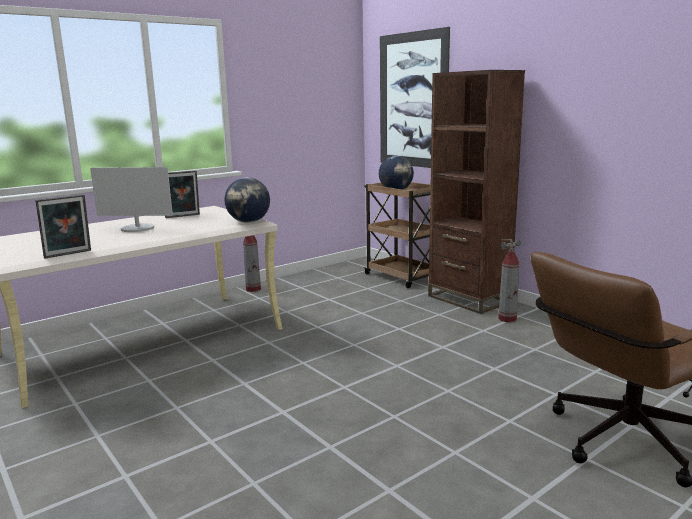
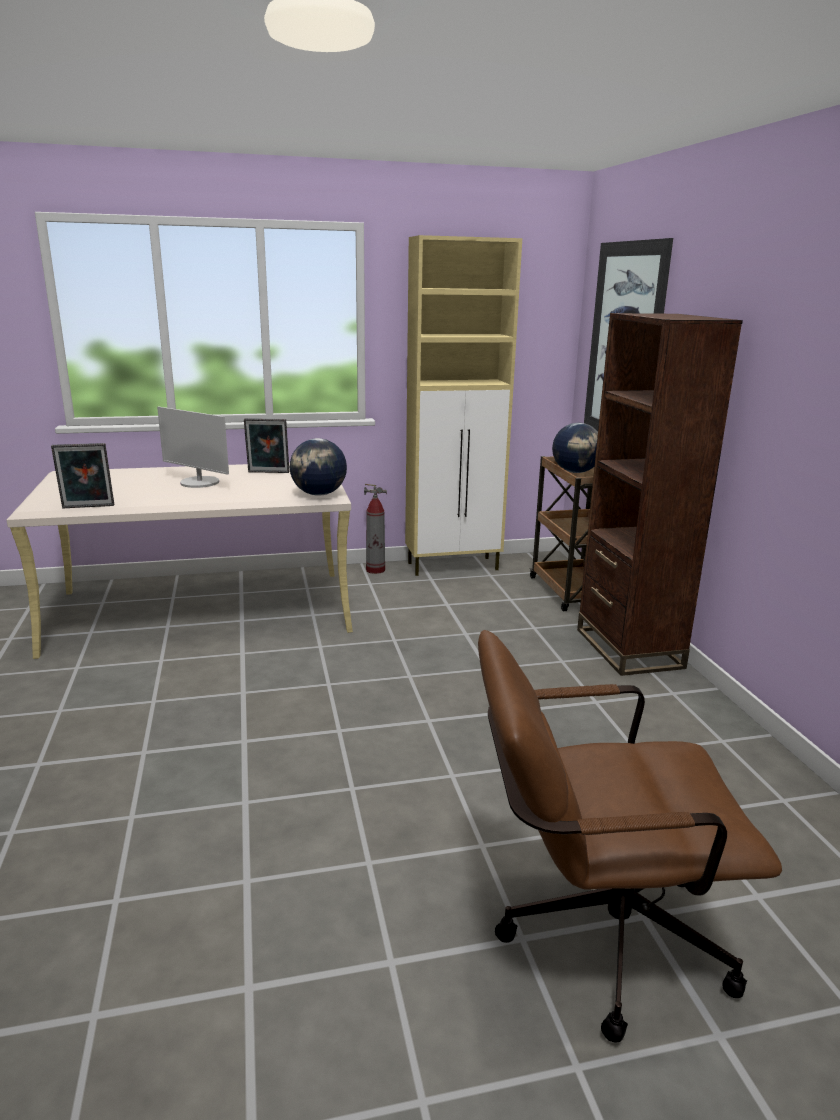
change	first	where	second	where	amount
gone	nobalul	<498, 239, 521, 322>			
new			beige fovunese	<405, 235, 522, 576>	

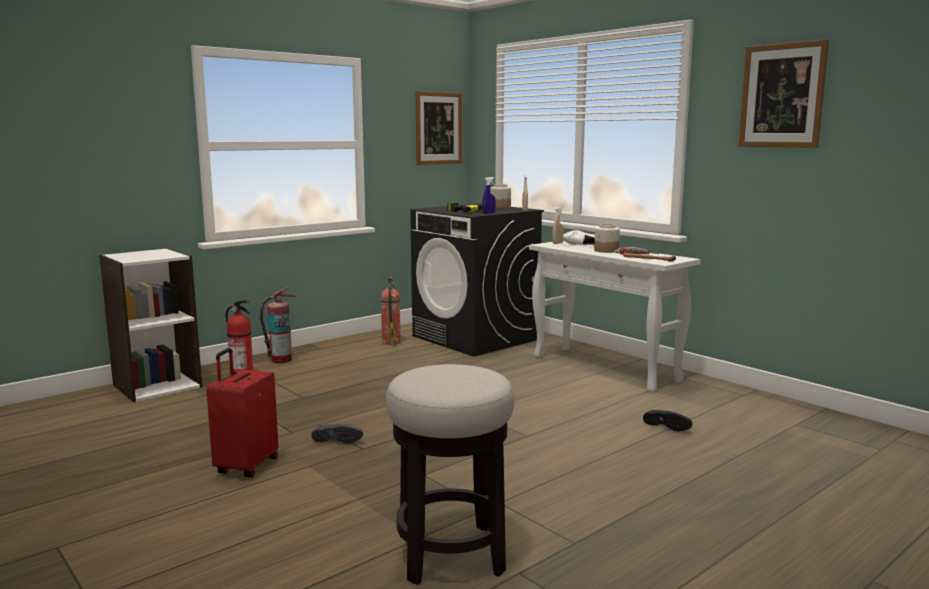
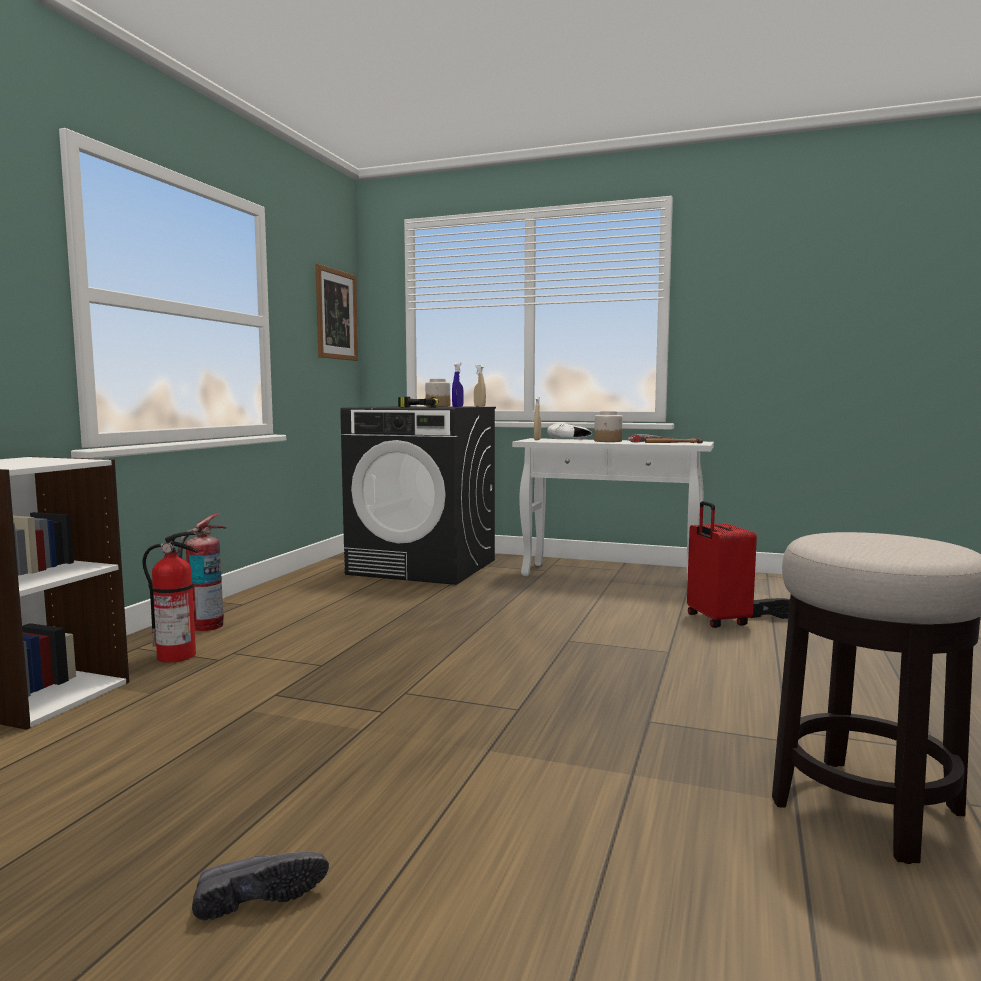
change	first	where	second	where	amount
gone	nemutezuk	<738, 39, 829, 148>			
gone	nobalul	<381, 273, 401, 345>			
shifted	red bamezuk	<206, 348, 278, 478>		<687, 501, 757, 628>	
shifted	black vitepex	<311, 424, 363, 444>		<192, 852, 329, 920>	

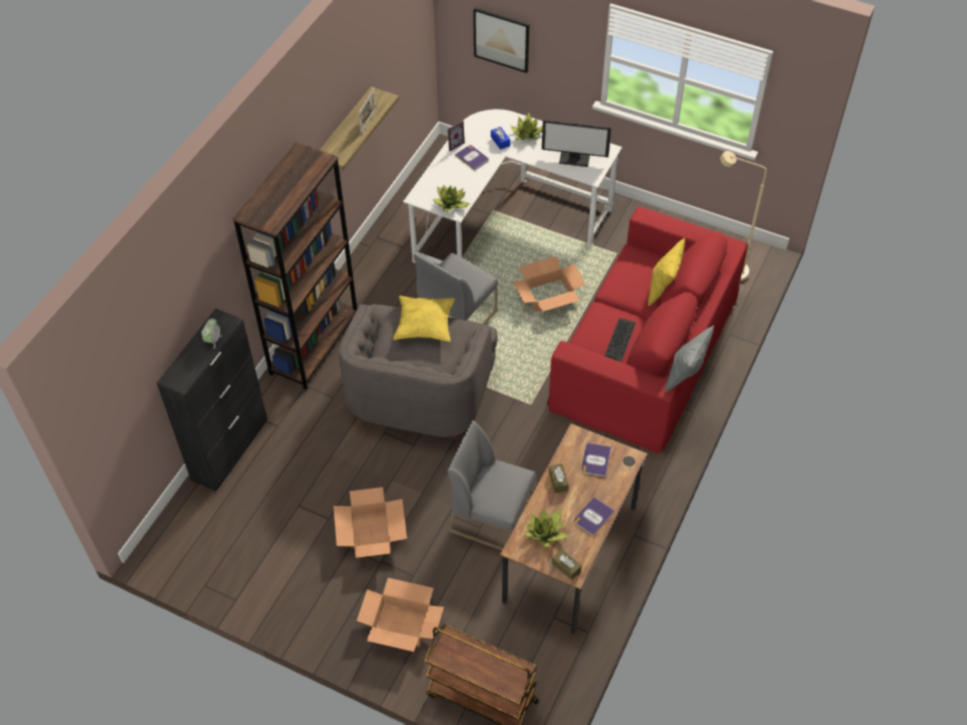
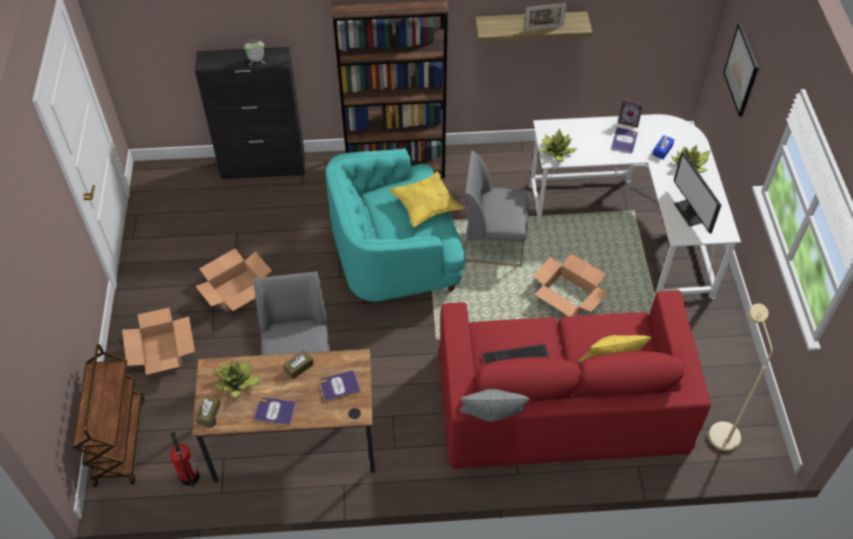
change	first	where	second	where	amount
repainted	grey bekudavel	<339, 304, 498, 440>	turquoise bekudavel	<326, 148, 465, 303>	
new			nobalul	<170, 432, 200, 487>	

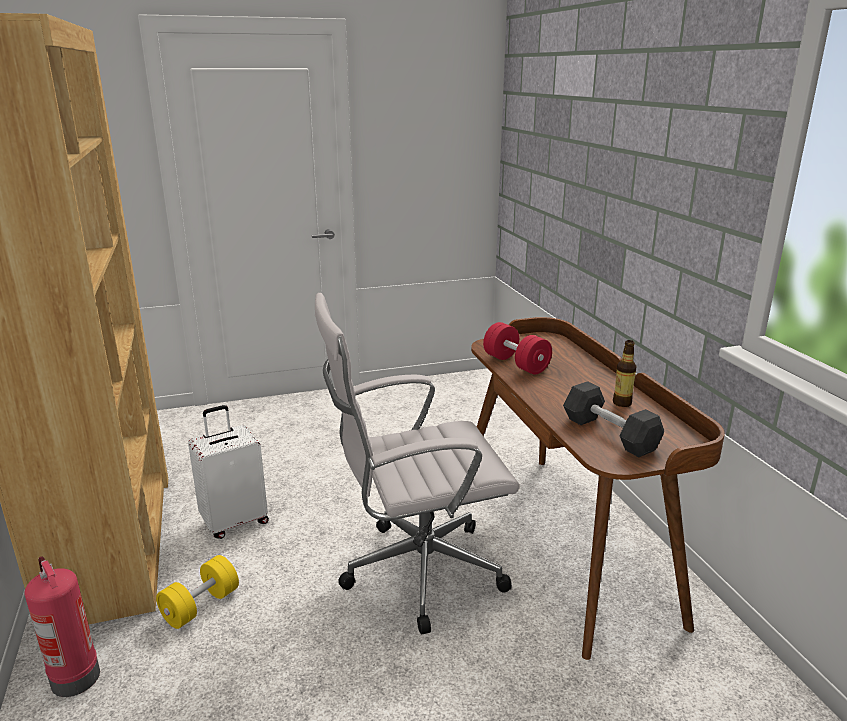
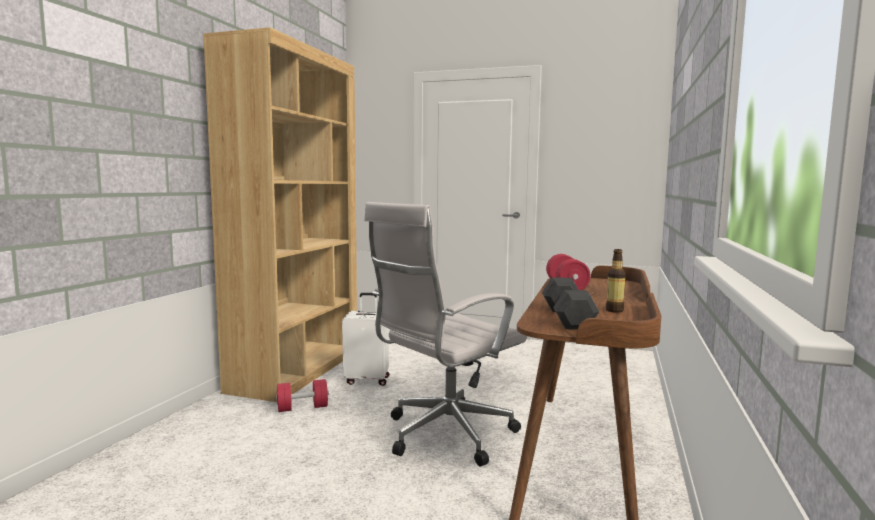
change	first	where	second	where	amount
rotated	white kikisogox	<315, 293, 520, 634>		<364, 202, 527, 466>	60 degrees counterclockwise
repainted	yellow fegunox	<156, 555, 239, 629>	red fegunox	<276, 379, 329, 412>	
gone	nobalul	<25, 556, 100, 697>			

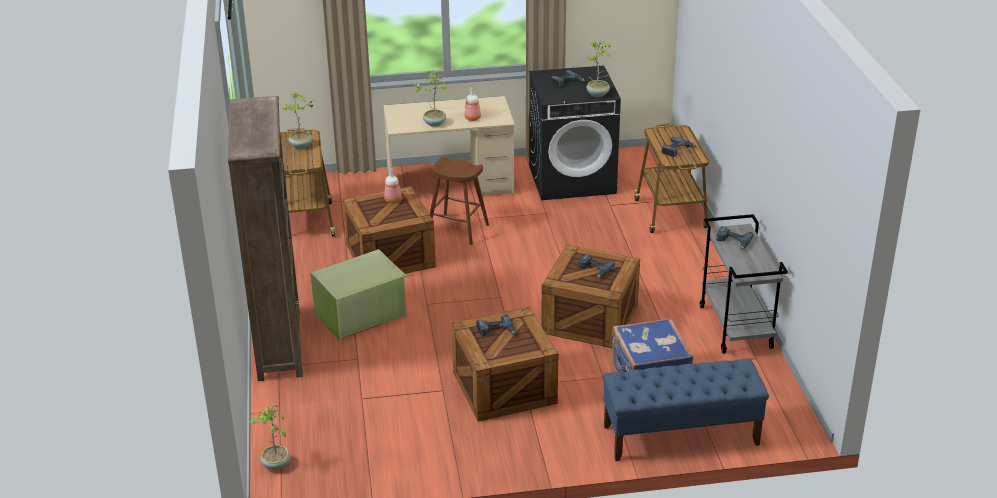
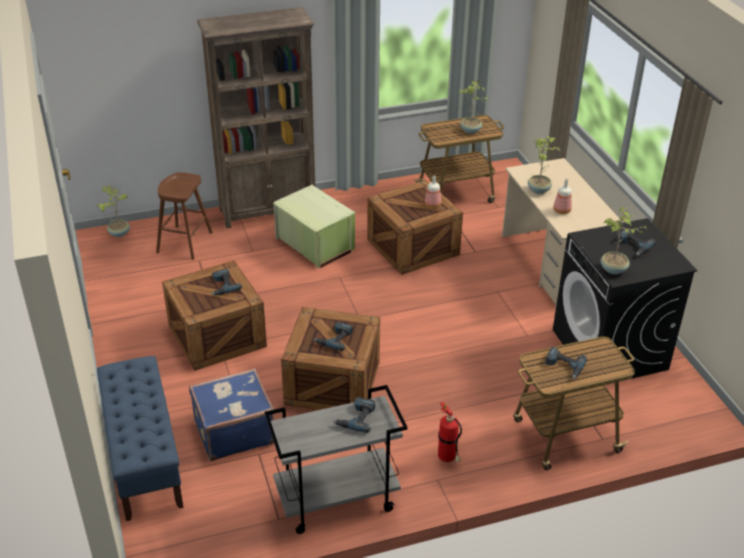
change	first	where	second	where	amount
shifted	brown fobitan	<430, 157, 489, 245>		<156, 172, 213, 260>	
new			nobalul	<438, 402, 462, 462>	

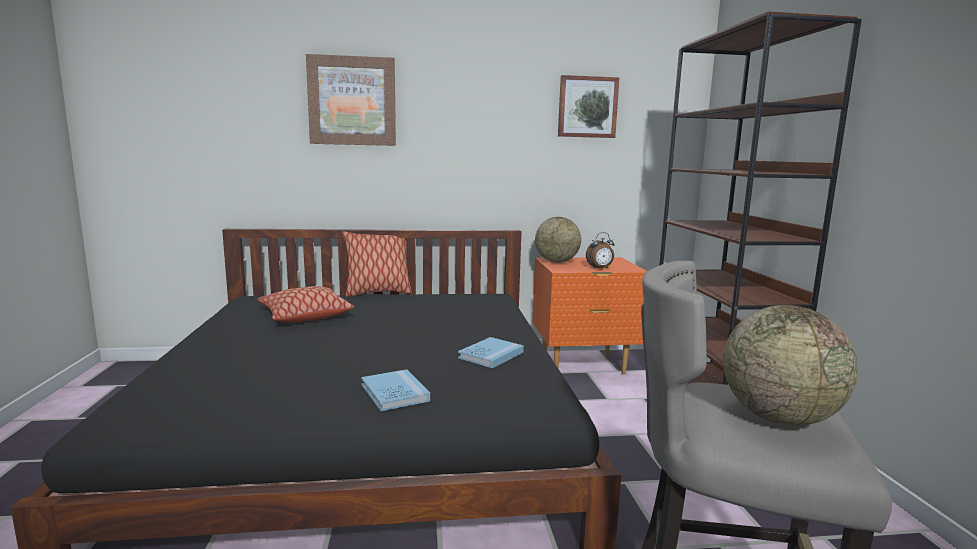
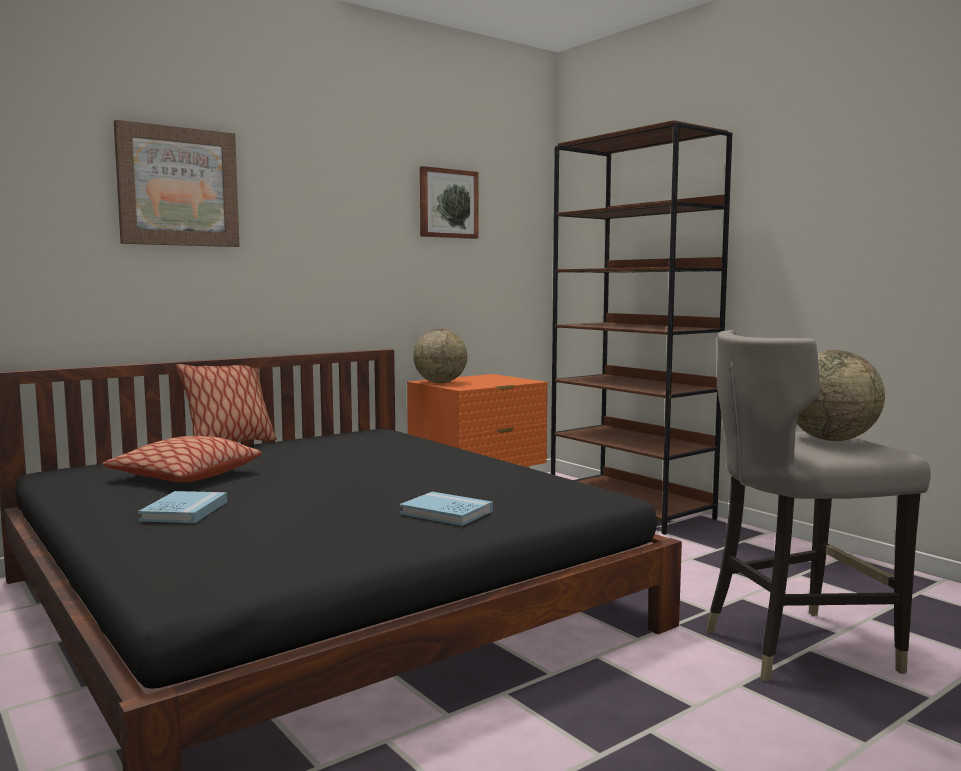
change	first	where	second	where	amount
gone	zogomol	<586, 232, 615, 269>			
shifted	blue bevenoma	<458, 337, 524, 368>		<138, 491, 227, 523>	

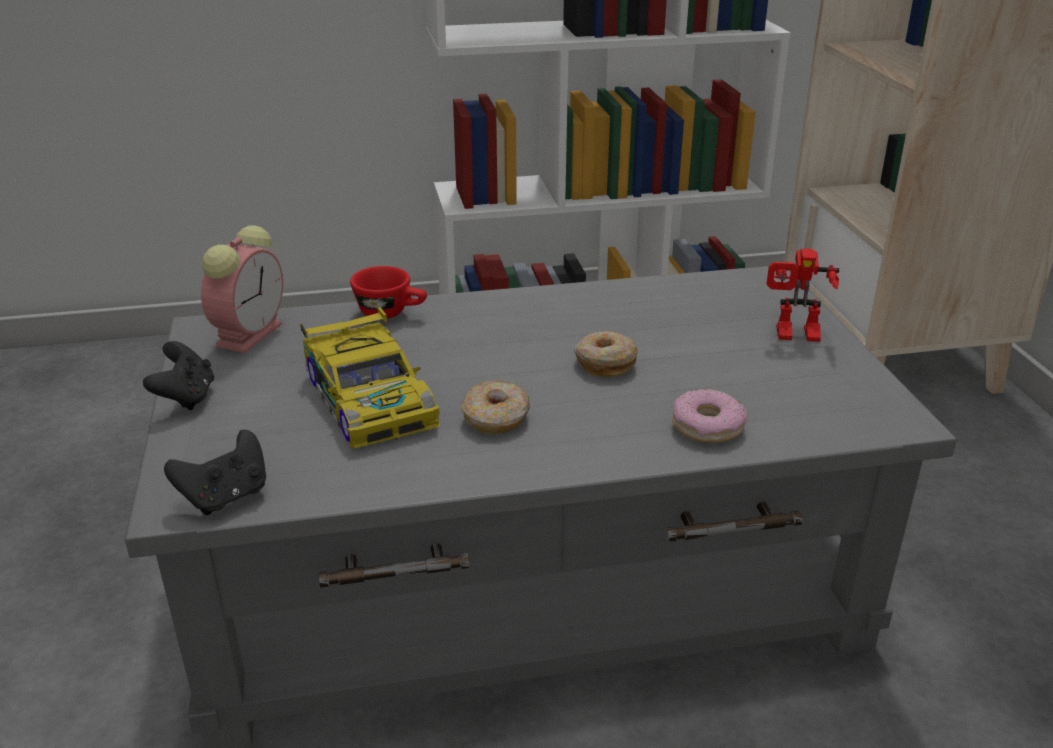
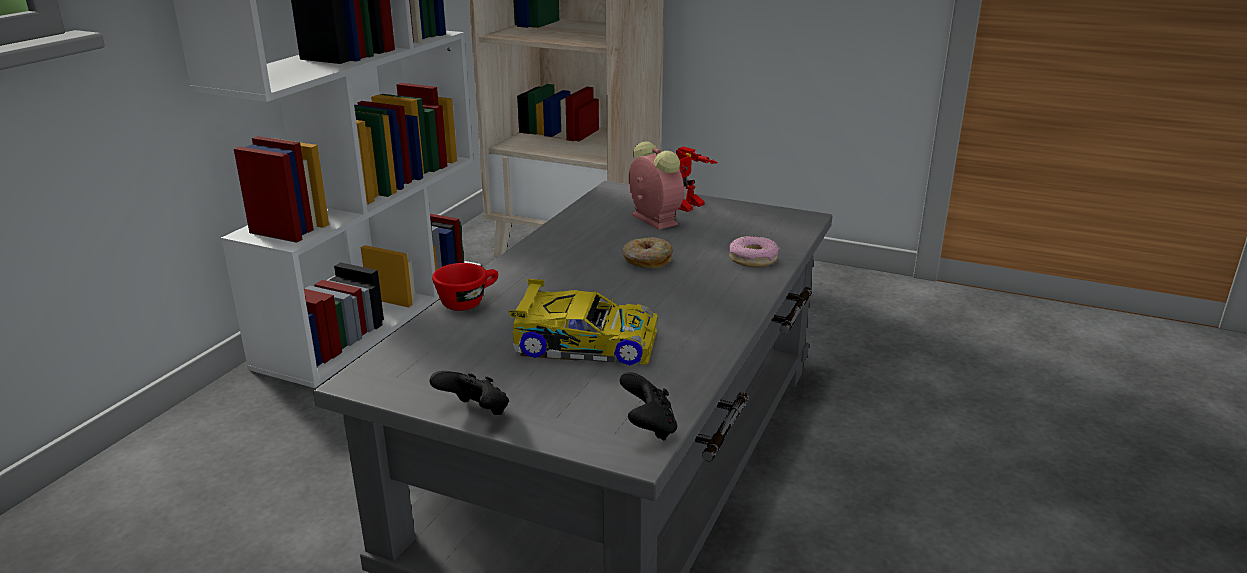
change	first	where	second	where	amount
shifted	zogomol	<201, 225, 283, 353>		<629, 141, 684, 230>	
gone	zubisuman	<461, 380, 530, 434>			

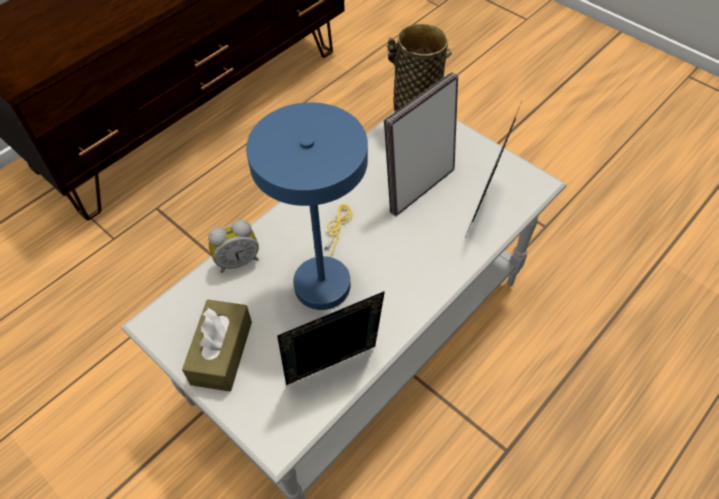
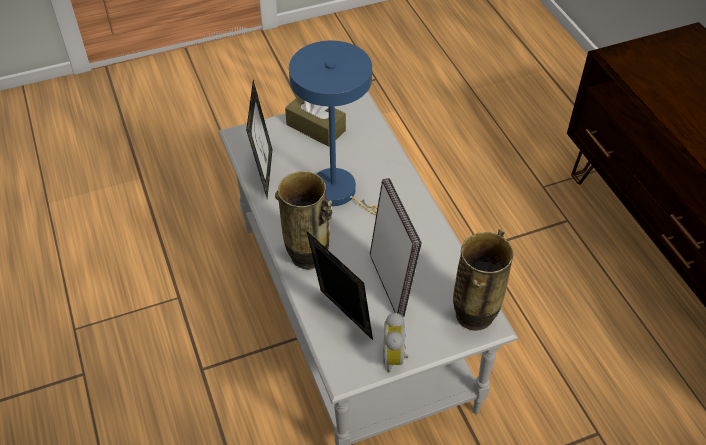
change	first	where	second	where	amount
shifted	zogomol	<208, 220, 259, 273>		<383, 313, 408, 373>	
new			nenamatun	<275, 171, 332, 269>	

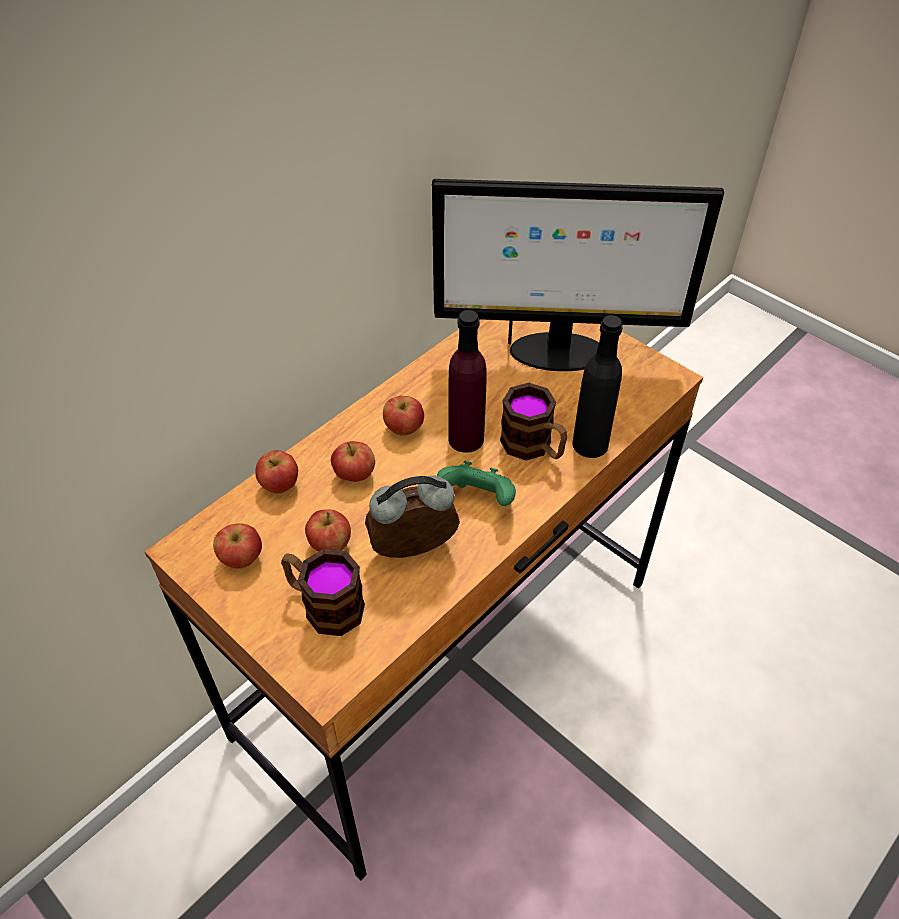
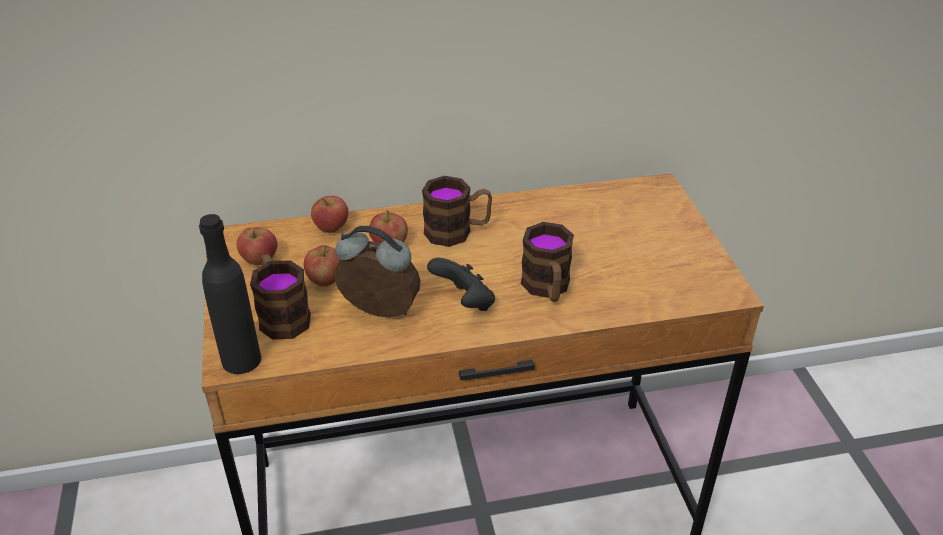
change	first	where	second	where	amount
gone	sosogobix	<432, 179, 724, 371>			
gone	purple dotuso	<448, 310, 487, 453>			
shifted	black dotuso	<573, 315, 623, 458>		<199, 214, 261, 374>	
swapped	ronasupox	<383, 396, 424, 435>	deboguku	<422, 176, 492, 247>	
repainted	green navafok	<437, 461, 516, 506>	black navafok	<427, 258, 495, 311>	

